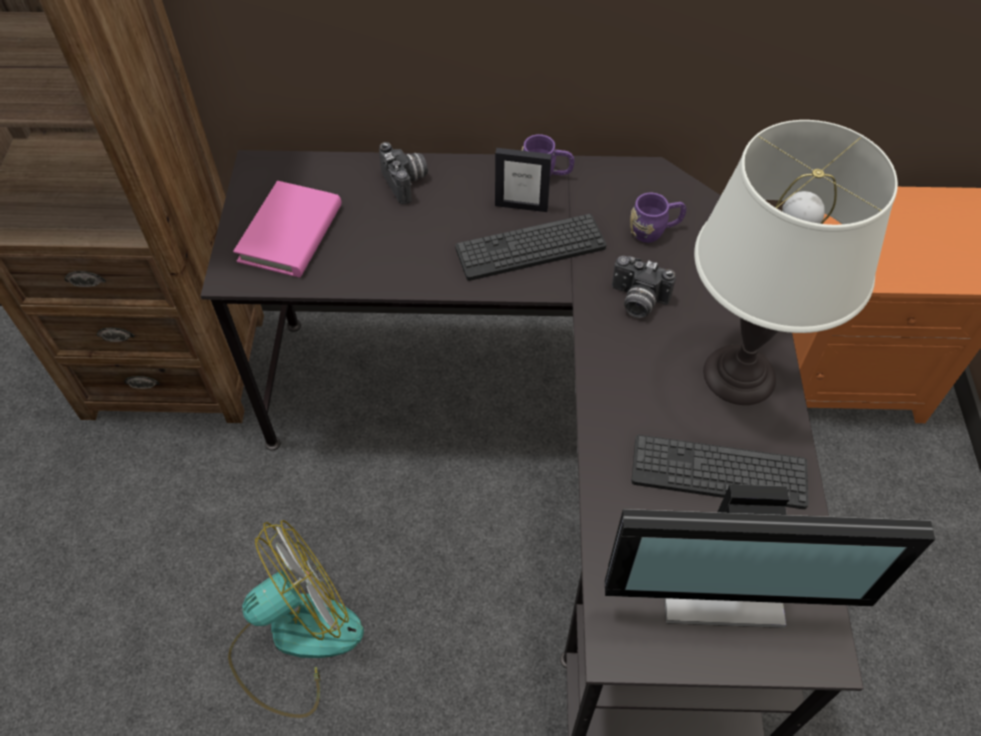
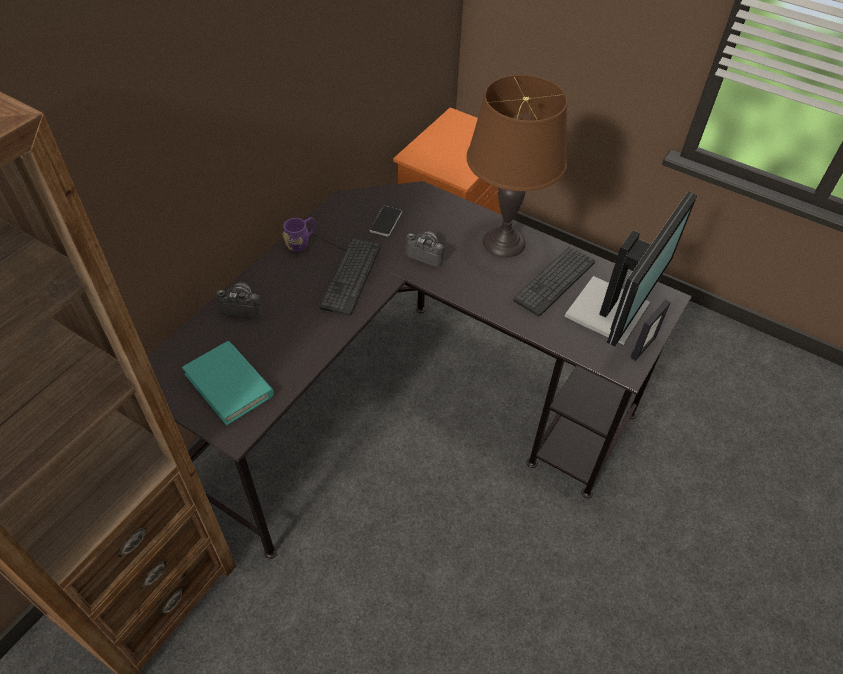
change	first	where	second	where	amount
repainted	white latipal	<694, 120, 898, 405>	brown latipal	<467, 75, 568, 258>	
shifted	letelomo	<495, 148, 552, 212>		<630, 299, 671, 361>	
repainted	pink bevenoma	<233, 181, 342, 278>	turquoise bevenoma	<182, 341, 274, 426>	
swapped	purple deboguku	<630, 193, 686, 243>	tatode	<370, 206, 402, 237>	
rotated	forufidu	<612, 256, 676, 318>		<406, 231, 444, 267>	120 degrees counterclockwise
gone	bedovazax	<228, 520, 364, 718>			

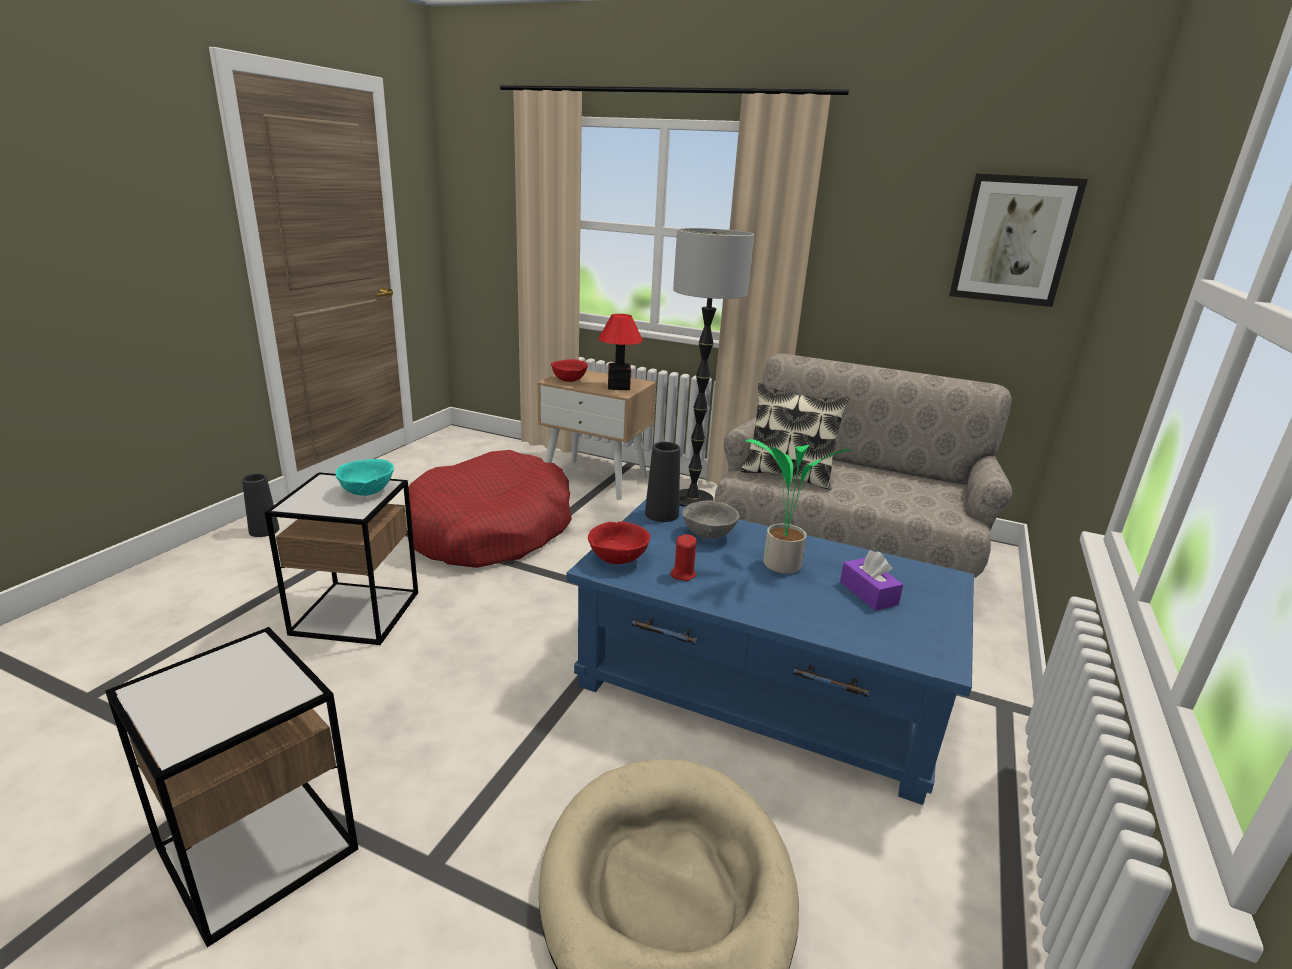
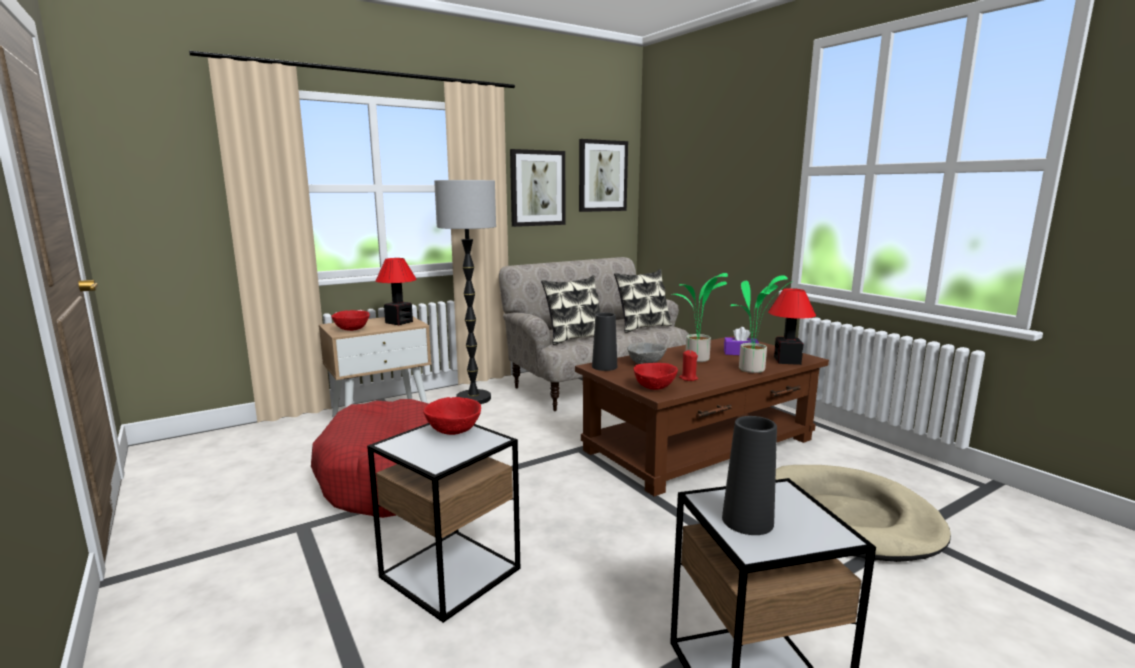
change	first	where	second	where	amount
repainted	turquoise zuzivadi	<336, 459, 394, 496>	red zuzivadi	<423, 397, 481, 435>	
shifted	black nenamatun	<242, 474, 279, 537>		<722, 416, 777, 535>	
repainted	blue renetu	<566, 499, 974, 805>	brown renetu	<575, 336, 829, 497>	
new			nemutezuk	<510, 149, 565, 227>	
new			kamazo	<614, 269, 672, 333>	
new			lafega	<730, 275, 793, 373>	
new			latipal	<768, 288, 816, 365>	

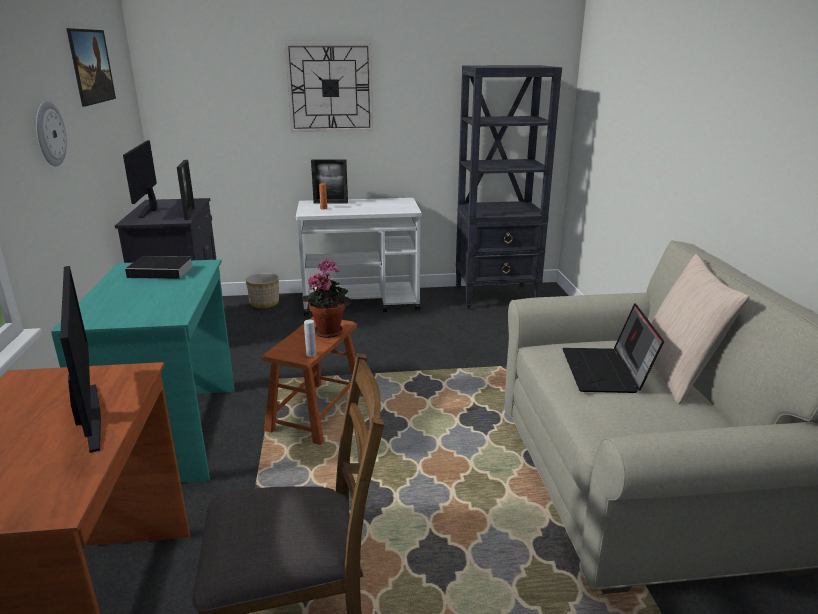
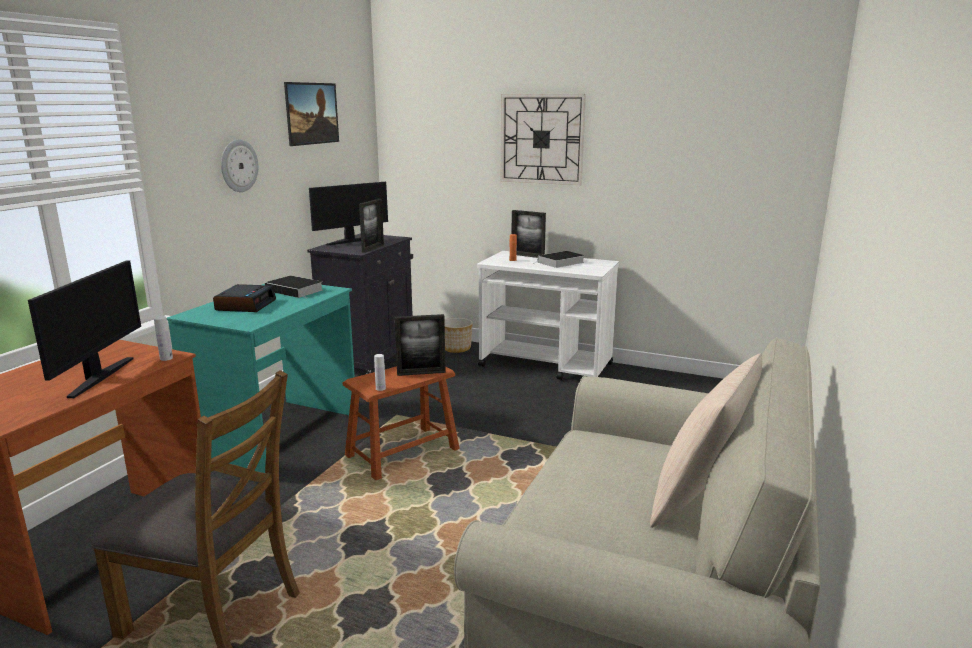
change	first	where	second	where	amount
gone	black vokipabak	<456, 65, 562, 309>			
rotated	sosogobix	<123, 140, 157, 218>		<309, 182, 388, 246>	150 degrees counterclockwise
swapped	lafega	<302, 259, 351, 338>	letelomo	<395, 314, 446, 376>	
gone	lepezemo	<562, 303, 664, 393>			
new			bevenoma	<533, 251, 585, 268>	
new			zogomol	<213, 284, 276, 312>	
new			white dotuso	<154, 316, 173, 361>	

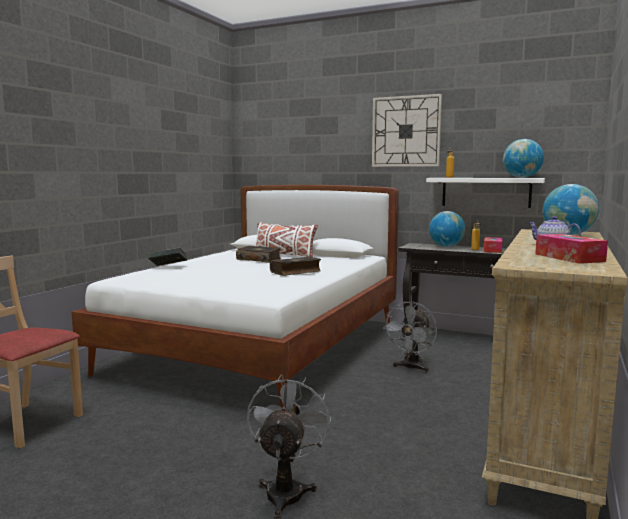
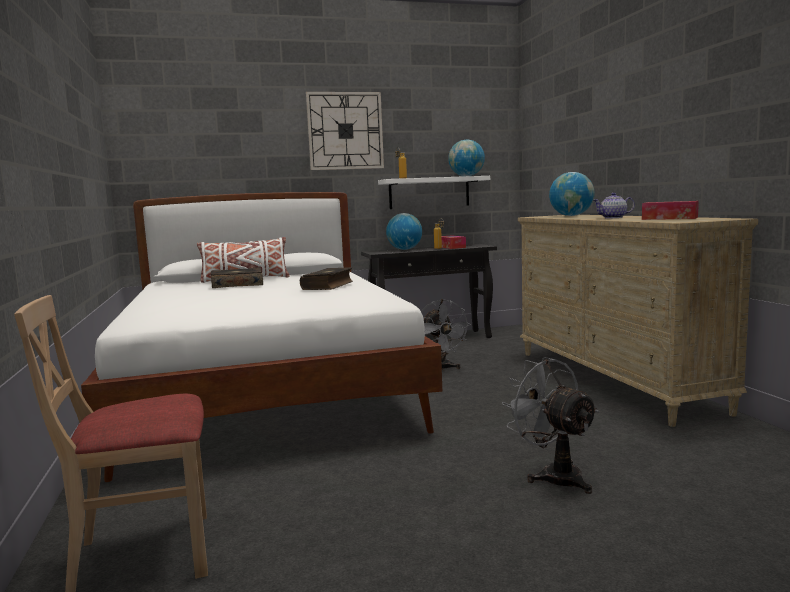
change	first	where	second	where	amount
gone	bevenoma	<148, 248, 187, 266>			

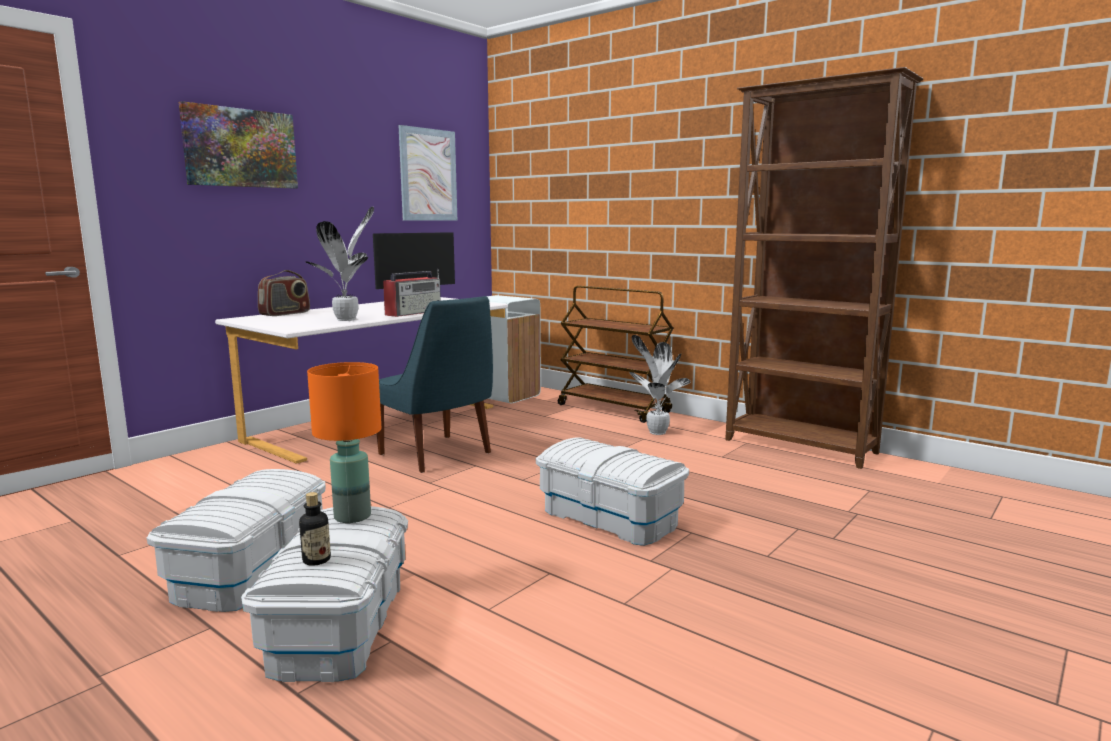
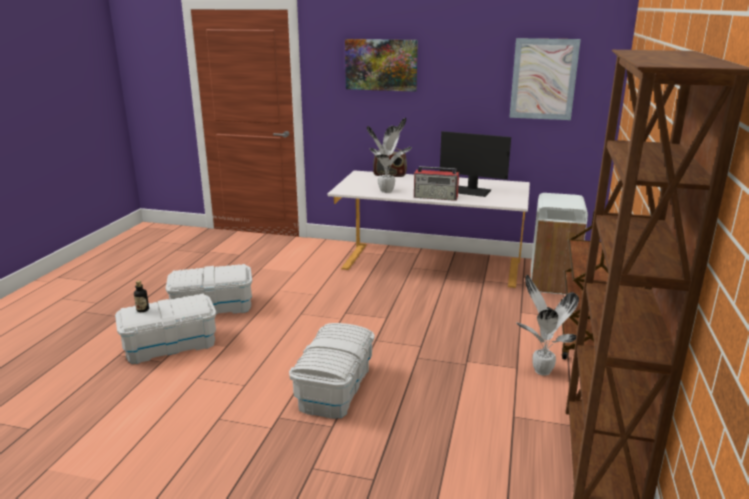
change	first	where	second	where	amount
gone	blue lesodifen	<377, 296, 493, 473>			
gone	orange latipal	<307, 362, 381, 523>			

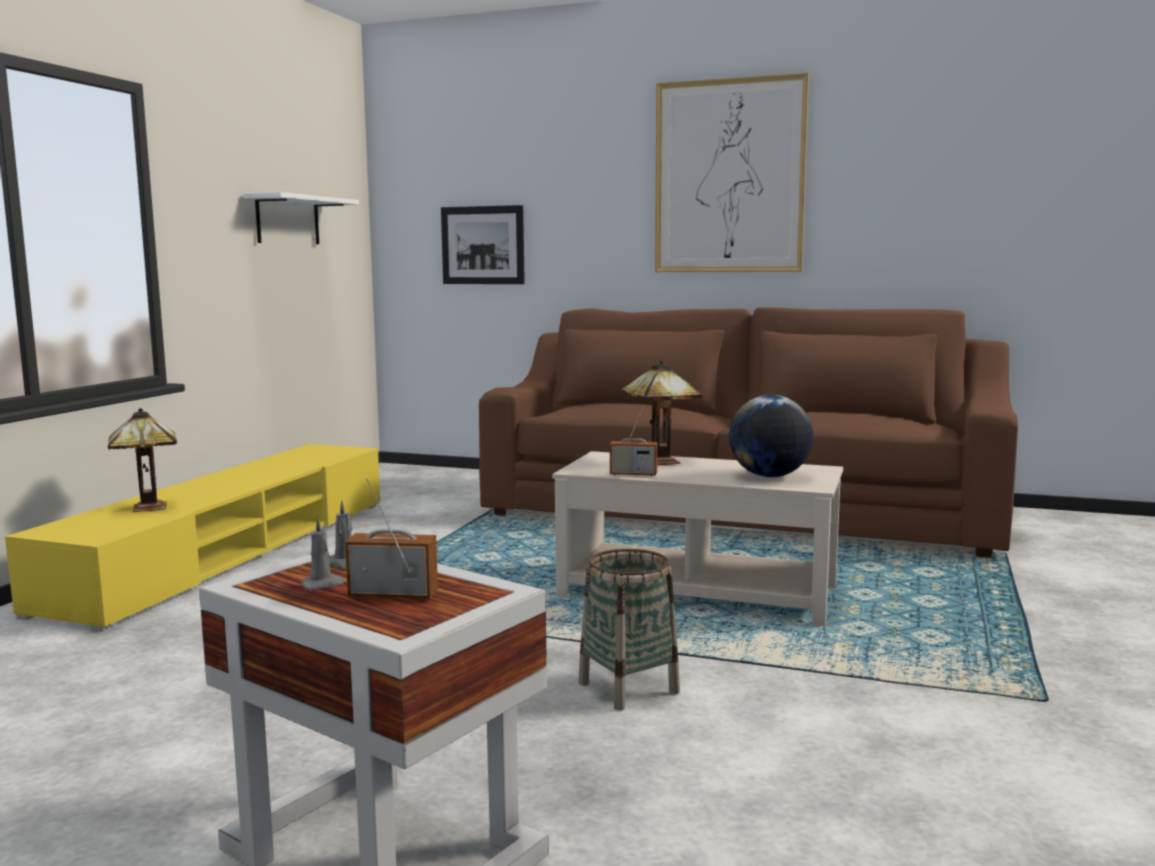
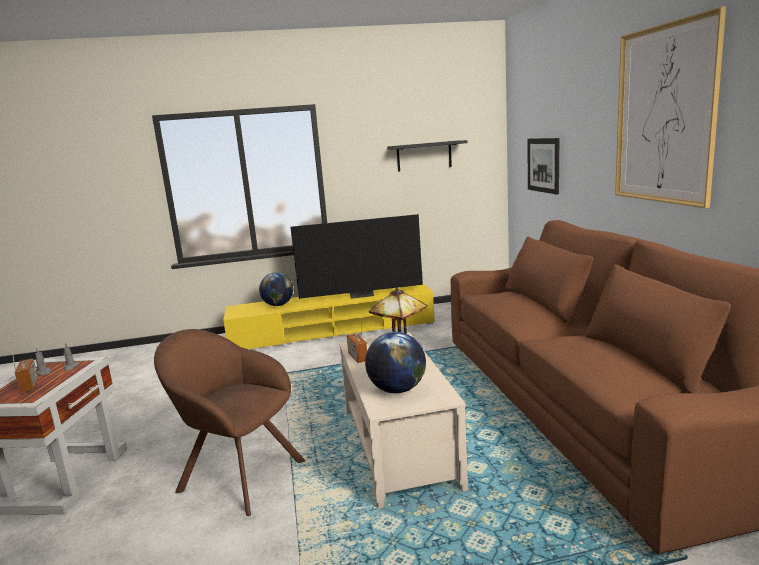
change	first	where	second	where	amount
repainted	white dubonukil	<243, 192, 359, 244>	black dubonukil	<387, 140, 467, 172>	
swapped	latipal	<108, 408, 177, 512>	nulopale	<259, 272, 293, 306>	
swapped	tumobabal	<578, 549, 680, 711>	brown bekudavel	<154, 329, 305, 516>	
new			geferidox	<290, 214, 423, 299>	

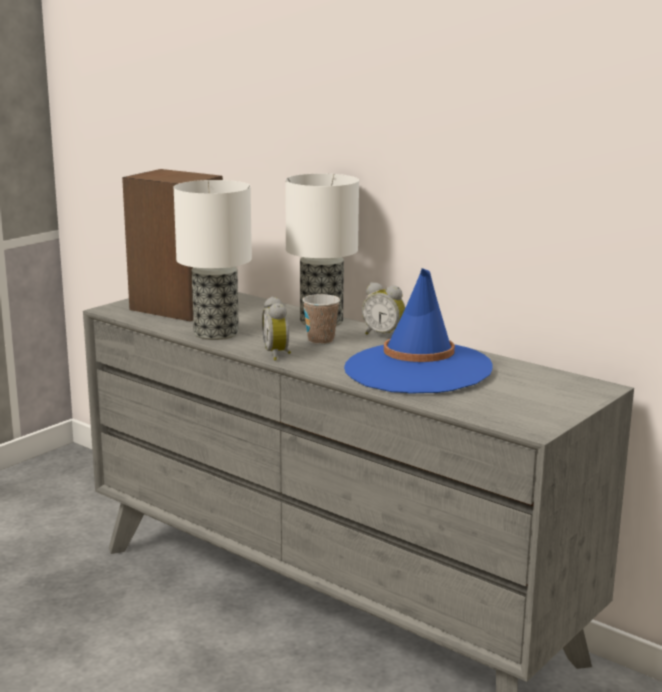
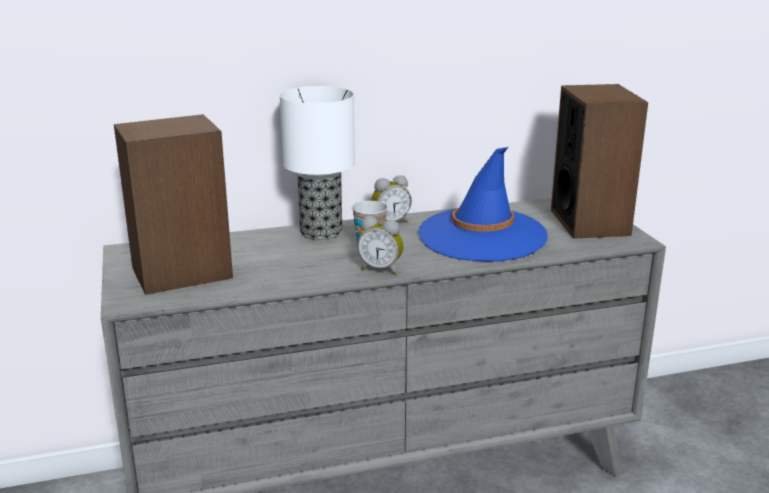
change	first	where	second	where	amount
gone	latipal	<174, 180, 252, 340>			
new			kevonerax	<551, 84, 648, 239>	

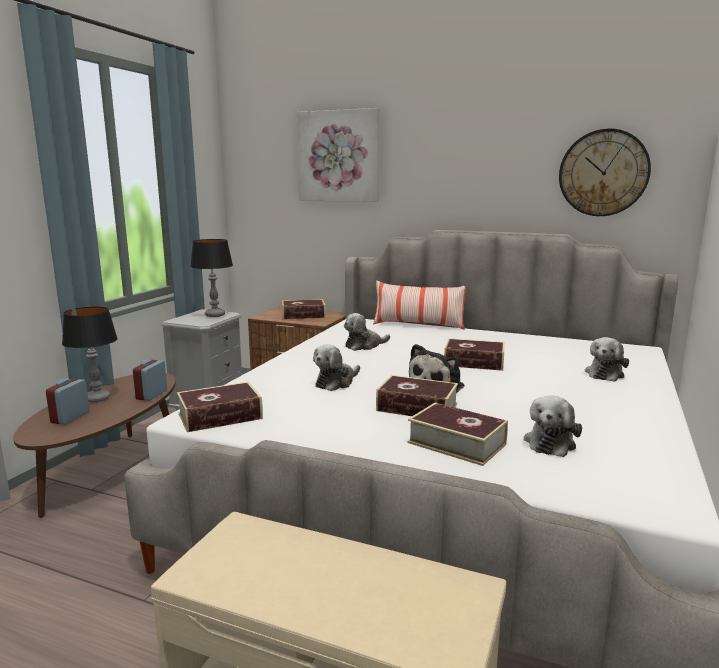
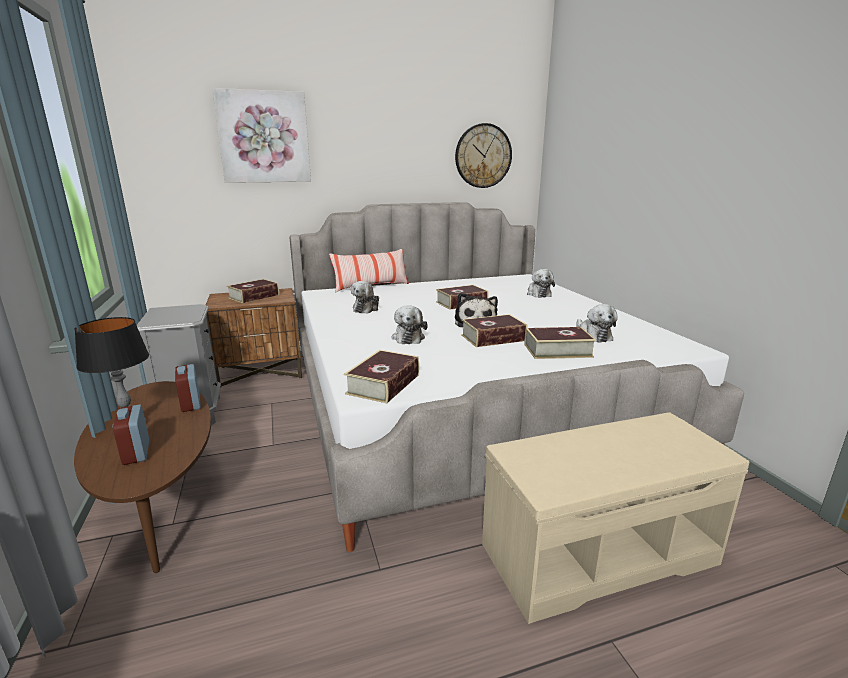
change	first	where	second	where	amount
gone	latipal	<190, 239, 233, 317>			

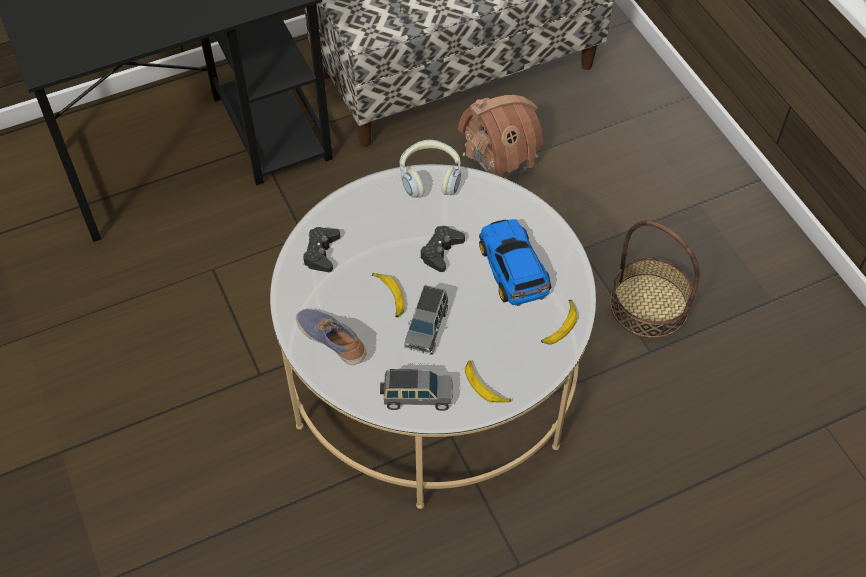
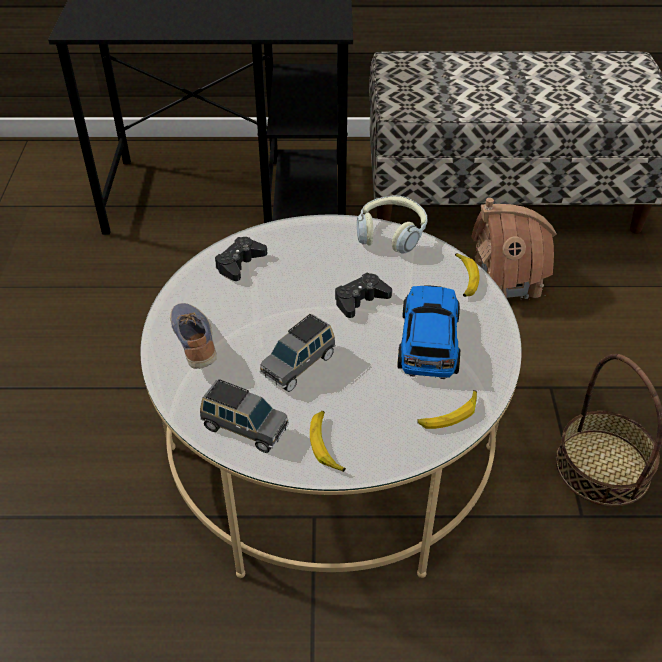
change	first	where	second	where	amount
shifted	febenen	<372, 273, 405, 317>		<455, 253, 480, 297>	

